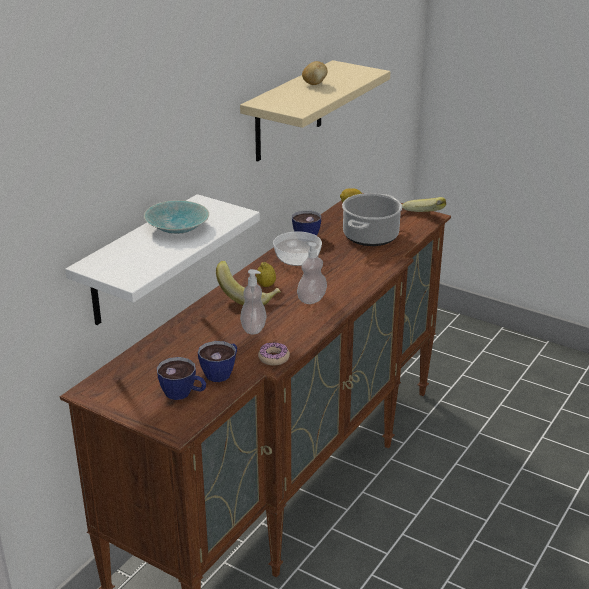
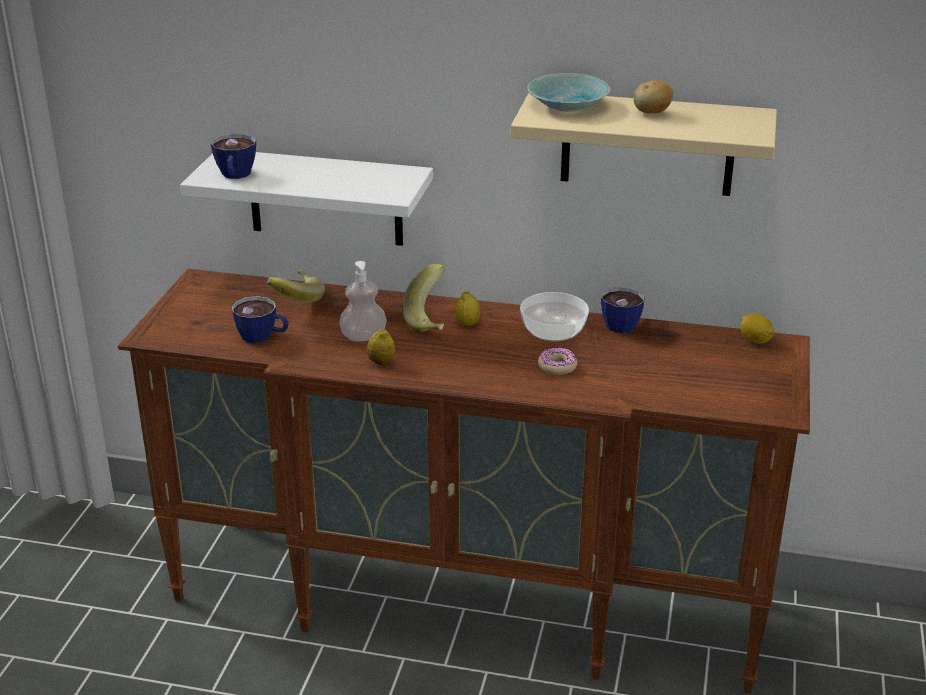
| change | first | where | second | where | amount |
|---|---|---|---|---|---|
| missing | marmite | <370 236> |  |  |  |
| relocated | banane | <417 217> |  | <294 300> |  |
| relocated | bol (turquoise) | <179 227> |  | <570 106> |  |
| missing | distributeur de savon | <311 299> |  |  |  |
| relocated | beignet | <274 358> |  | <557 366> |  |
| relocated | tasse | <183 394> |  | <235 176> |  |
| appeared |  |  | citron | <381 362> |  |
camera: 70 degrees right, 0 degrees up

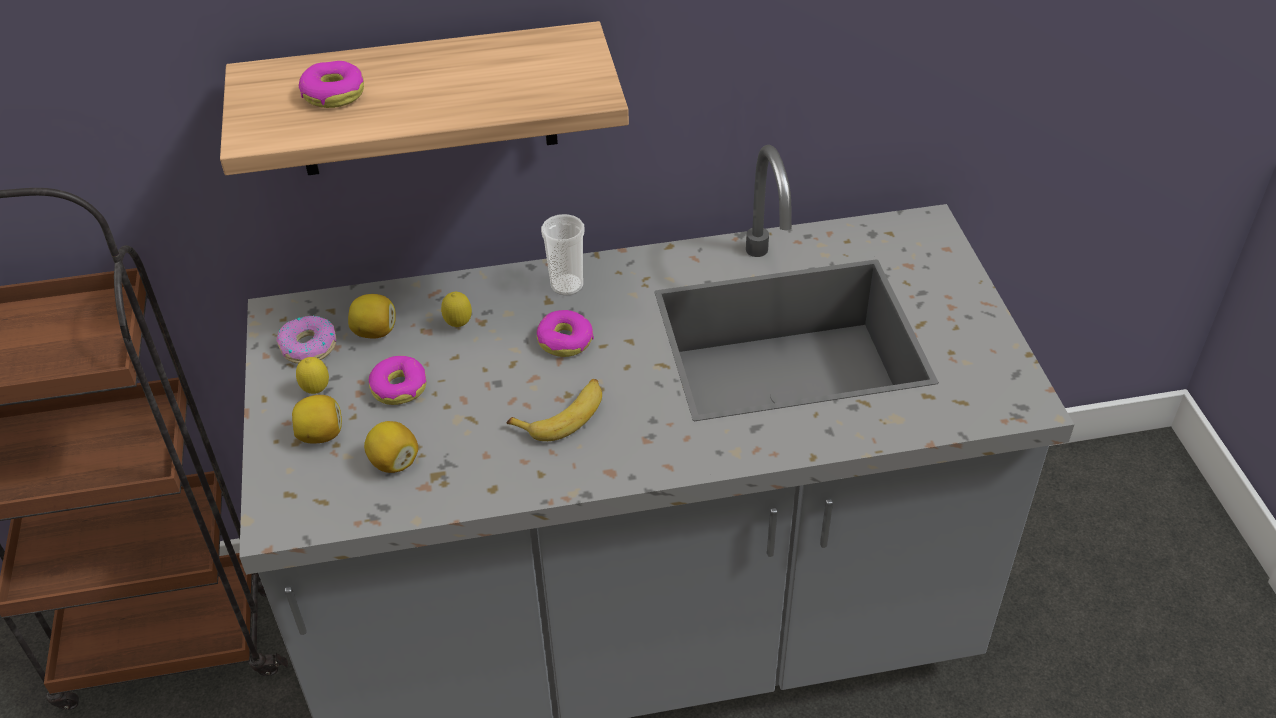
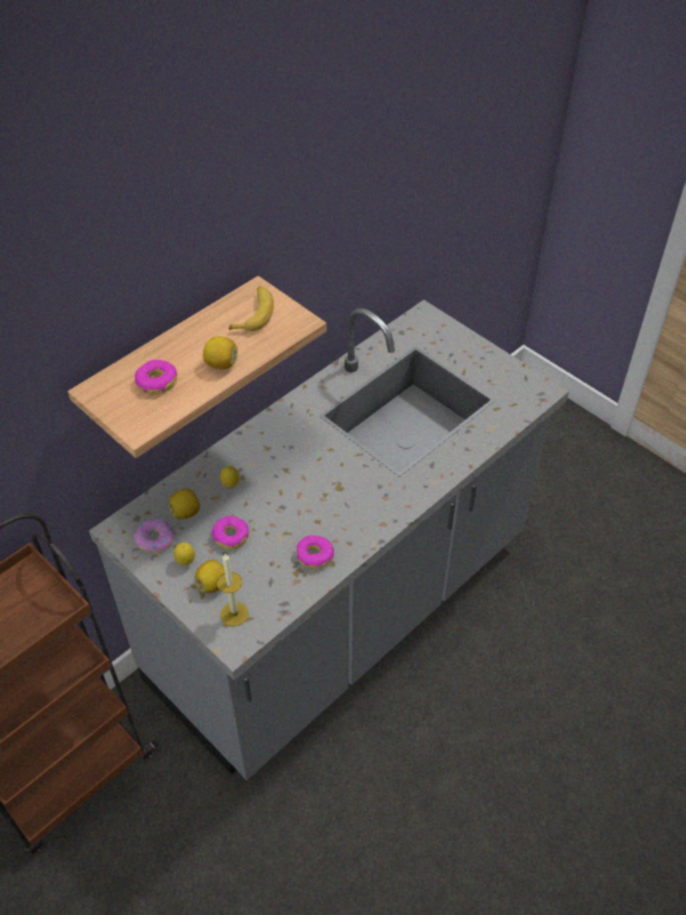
| change | first | where | second | where | amount |
|---|---|---|---|---|---|
| missing | tasse | <567 285> |  |  |  |
| relocated | beignet | <565 341> |  | <315 556> |  |
| relocated | banane | <563 415> |  | <254 314> |  |
| relocated | citron | <394 462> |  | <221 364> |  |
| appeared |  |  | bougie | <234 614> |  |
camera: 35 degrees left, 5 degrees up

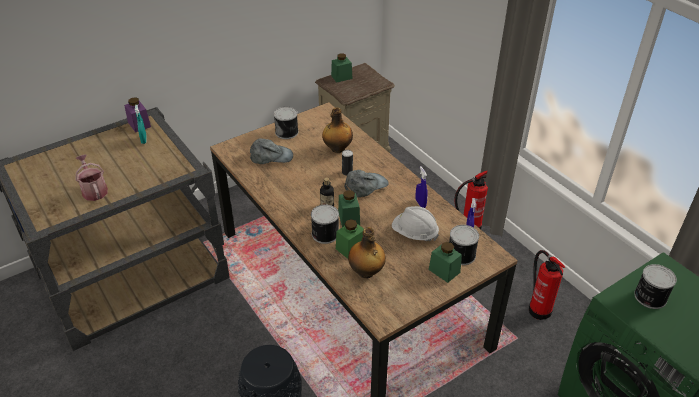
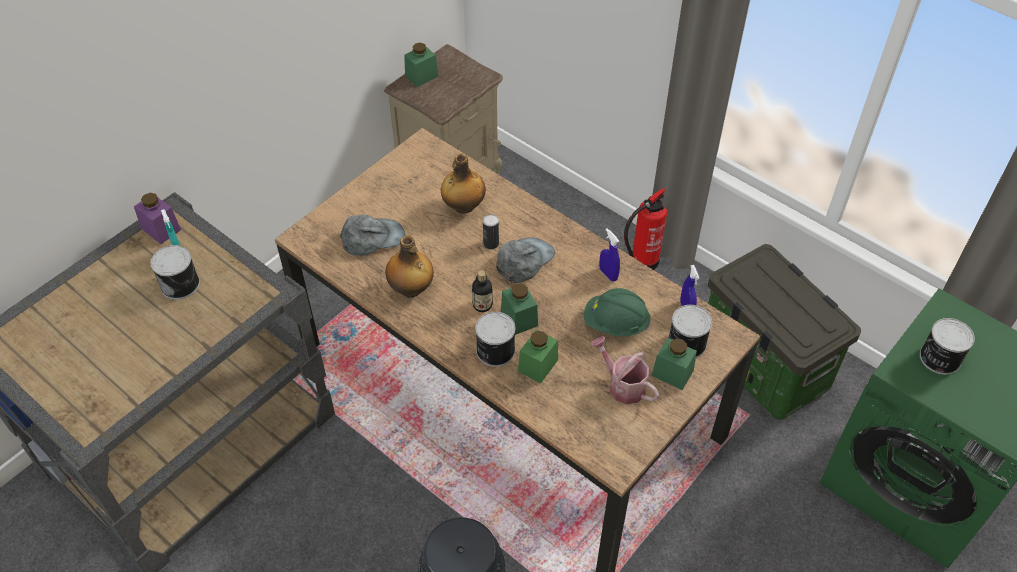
| change | first | where | second | where | amount |
|---|---|---|---|---|---|
| relocated | boîte métallique | <287 132> |  | <181 284> |  |
| relocated | arrosoir | <94 190> |  | <623 385> |  |
| colour | casque de chantier (blanc) | <414 233> | casque de chantier (vert) | <615 324> |  |
| relocated | bouteille | <366 272> |  | <411 289> |  |
| exchanged | extincteur | <538 309> | boîte de rangement | <765 366> |  |
camera: 15 degrees left, 10 degrees up

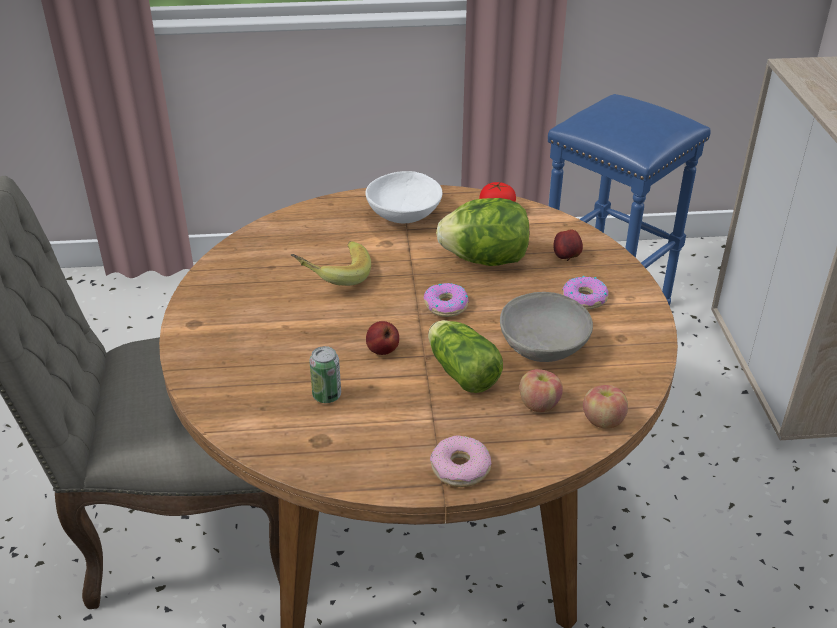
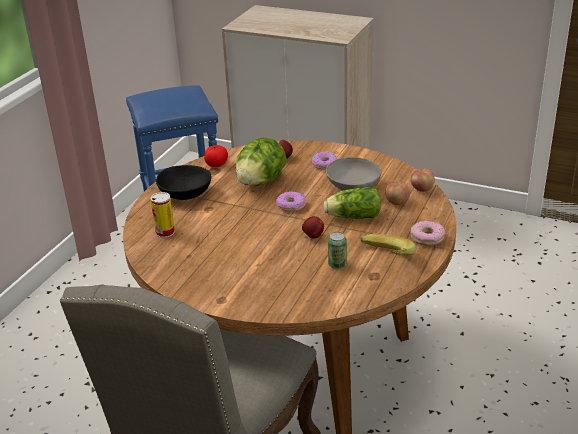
| change | first | where | second | where | amount |
|---|---|---|---|---|---|
| colour | bol (blanc) | <403 215> | bol (noir) | <185 195> |  |
| relocated | banane | <332 276> |  | <385 260> |  |
| appeared |  |  | boîte métallique | <165 232> |  |
camera: 60 degrees left, 5 degrees down

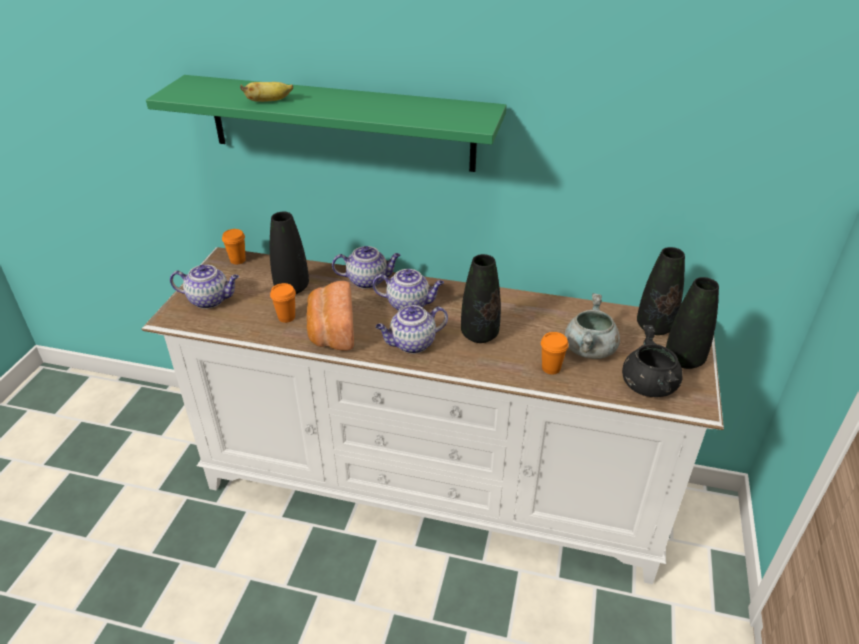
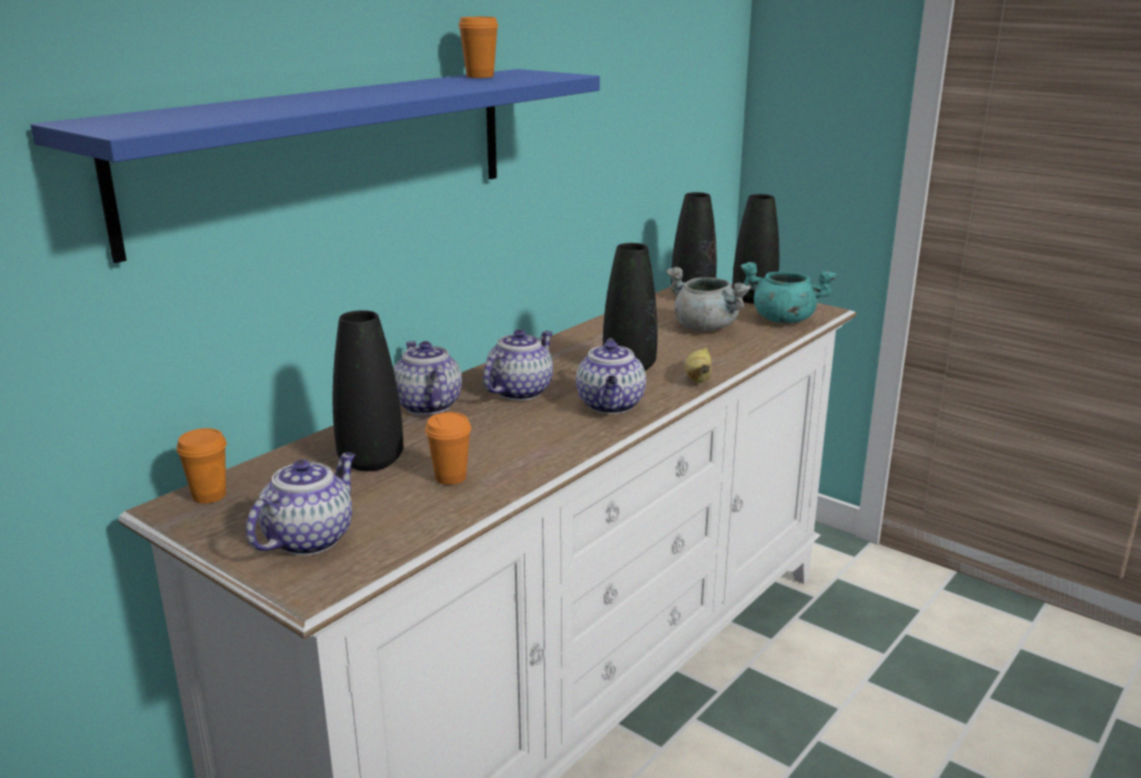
| change | first | where | second | where | amount |
|---|---|---|---|---|---|
| colour | étagère (vert) | <340 123> | étagère (bleu) | <329 153> |  |
| relocated | banane | <269 101> |  | <698 378> |  |
| spun | théière | <368 280> |  | <426 405> | 45 degrees counterclockwise |
| missing | pain | <331 331> |  |  |  |
| colour | marmite (noir) | <648 385> | marmite (turquoise) | <782 320> |  |
| relocated | tasse (orange) | <551 368> |  | <480 76> |  |
camera: 65 degrees left, 15 degrees down

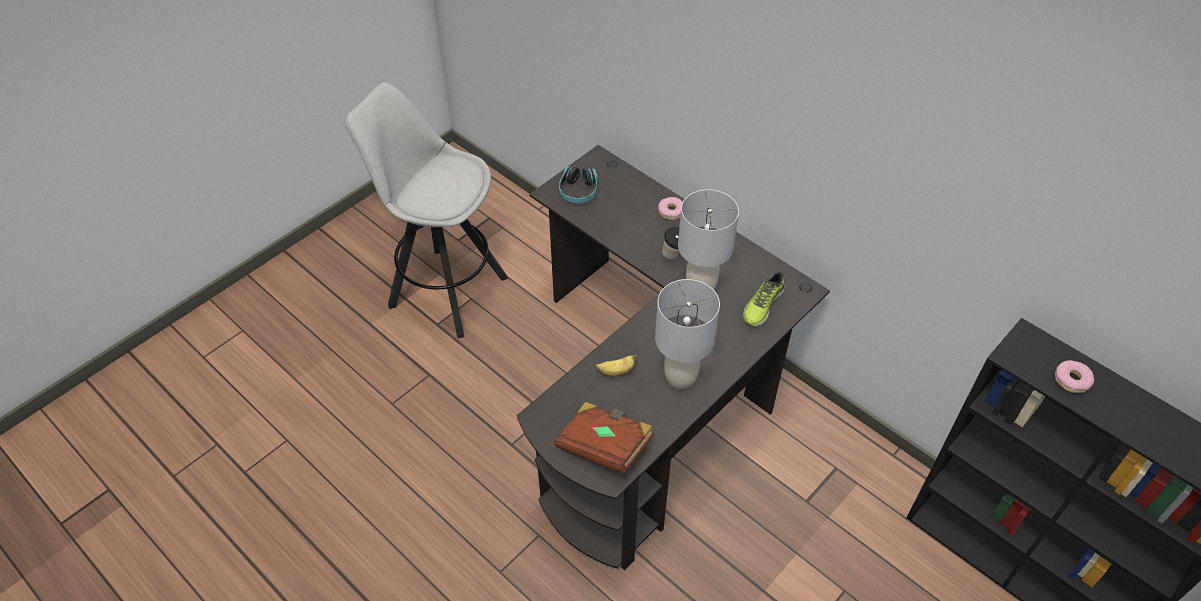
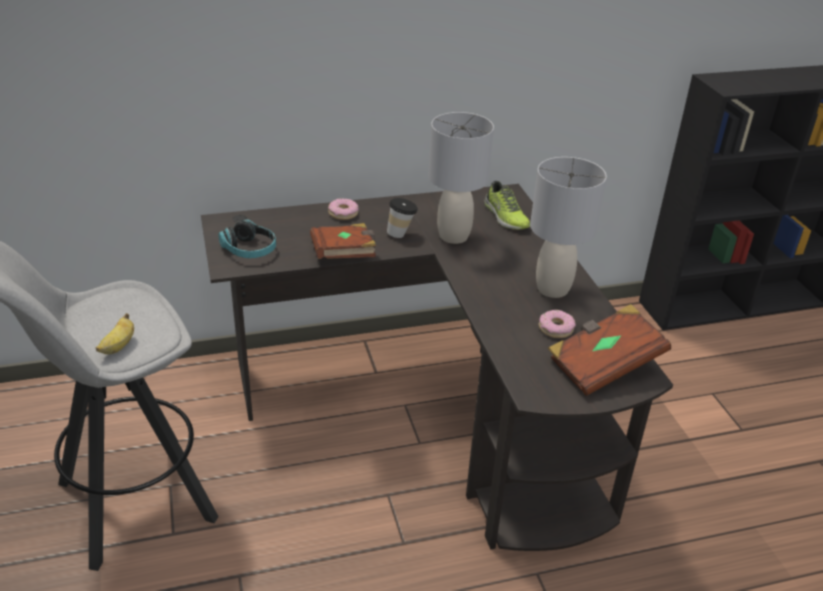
| change | first | where | second | where | amount |
|---|---|---|---|---|---|
| relocated | banane | <616 371> |  | <118 346> |  |
| relocated | beignet | <1071 380> |  | <555 329> |  |
| appeared |  |  | livre (marron) | <344 257> |  |
camera: 60 degrees left, 15 degrees down

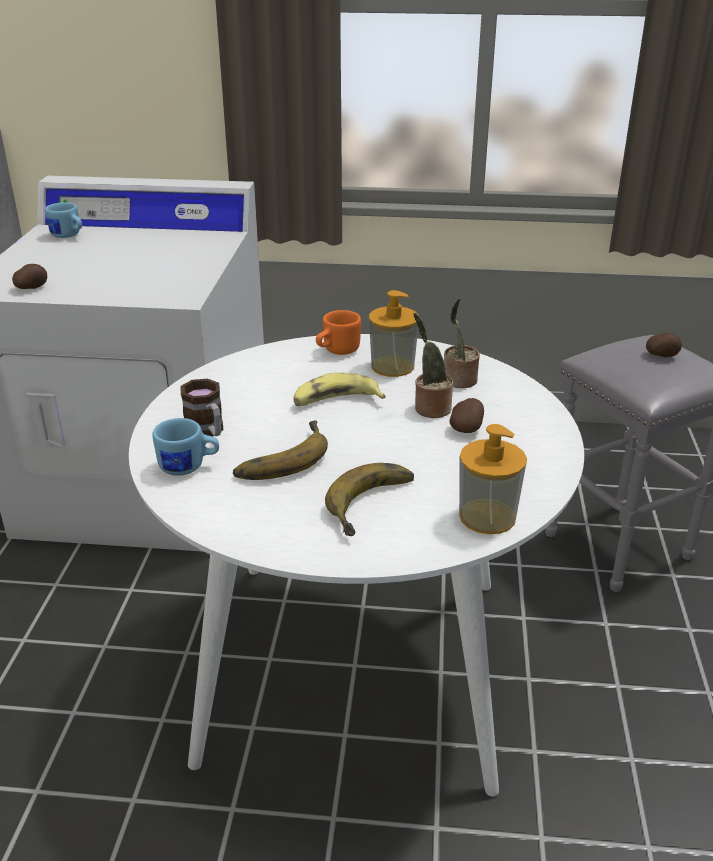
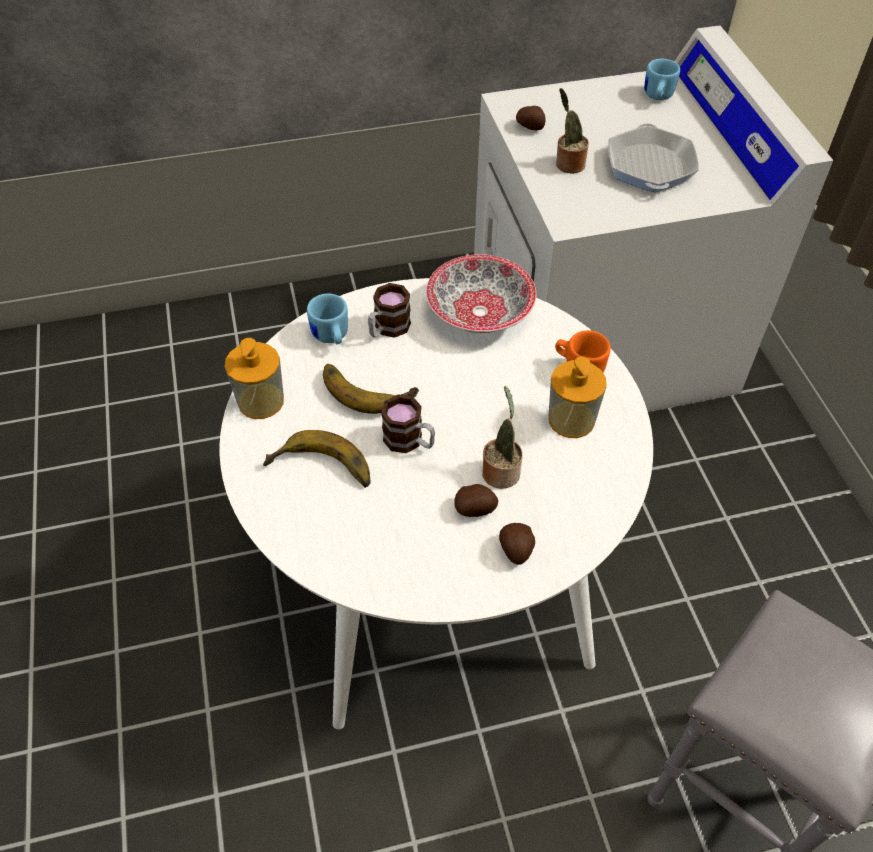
| change | first | where | second | where | amount |
|---|---|---|---|---|---|
| relocated | plante en pot | <458 381> |  | <568 164> |  |
| relocated | pomme de terre | <661 355> |  | <516 551> |  |
| missing | banane | <336 401> |  |  |  |
| relocated | distributeur de savon | <487 516> |  | <260 401> |  |
| appeared |  |  | poêle | <650 166> |  |
| appeared |  |  | bol | <480 312> |  |
| appeared |  |  | mug | <410 441> |  |
camera: 70 degrees right, 20 degrees up

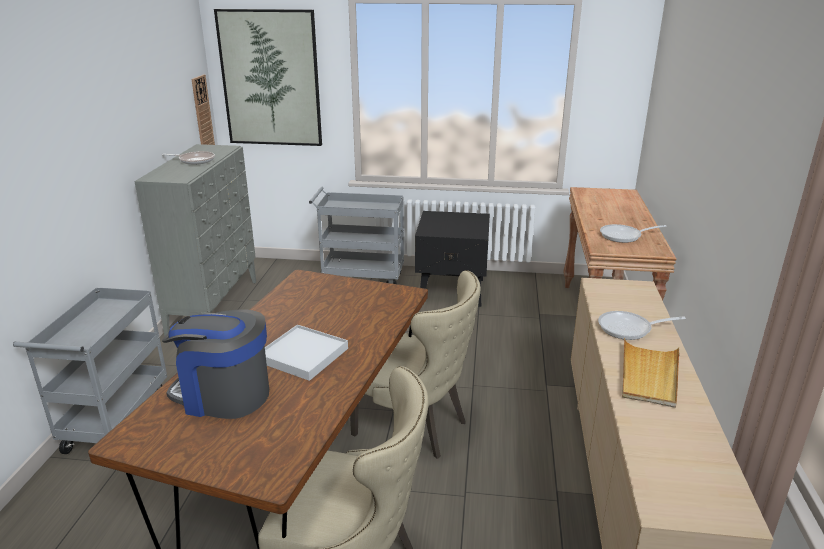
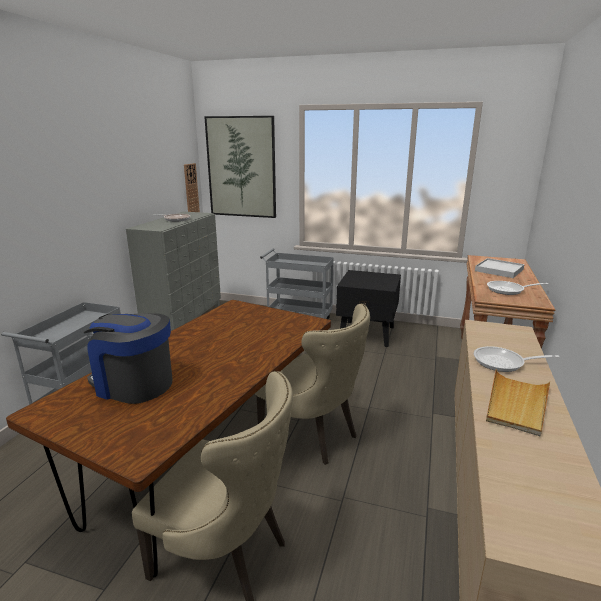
| change | first | where | second | where | amount |
|---|---|---|---|---|---|
| relocated | plateau (blanc) | <303 355> |  | <499 270> |  |
camera: 10 degrees right, 5 degrees down

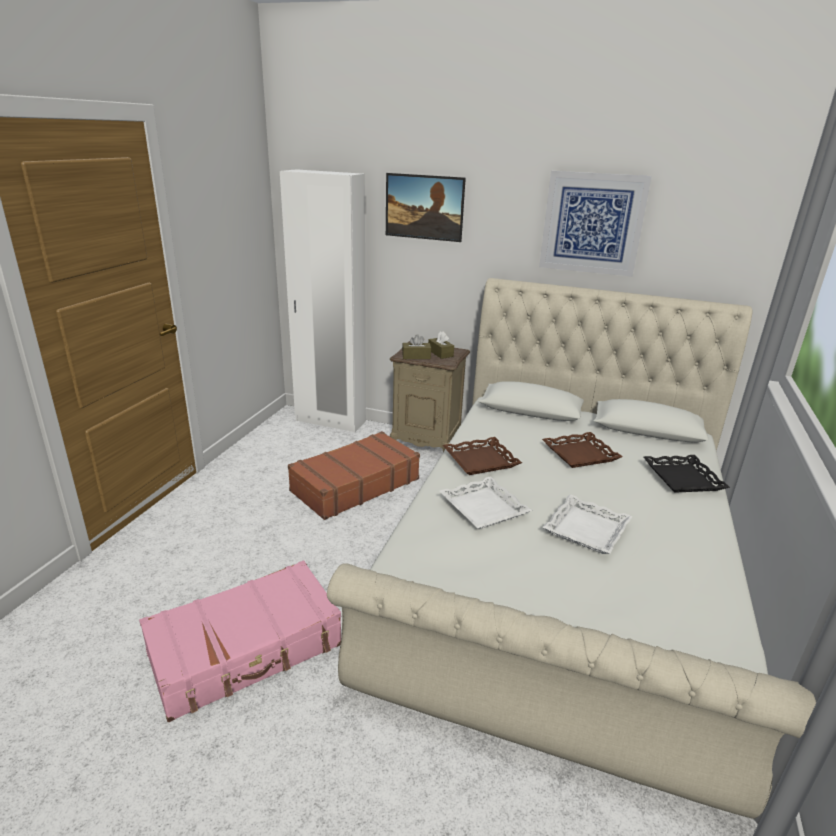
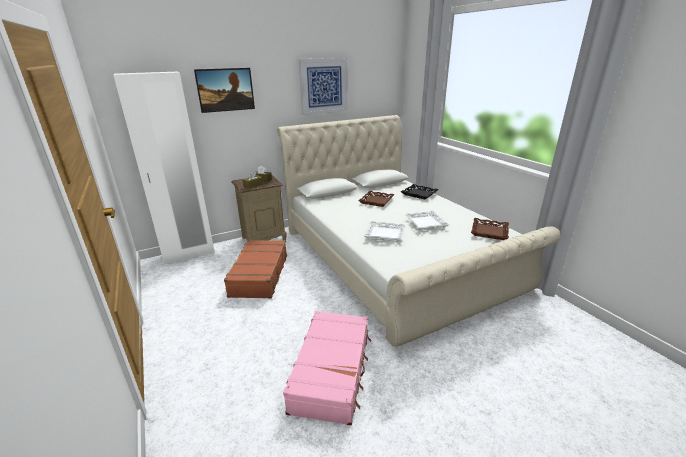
| change | first | where | second | where | amount |
|---|---|---|---|---|---|
| relocated | plateau (marron) | <480 461> |  | <489 232> |  |
camera: 45 degrees left, 0 degrees up

